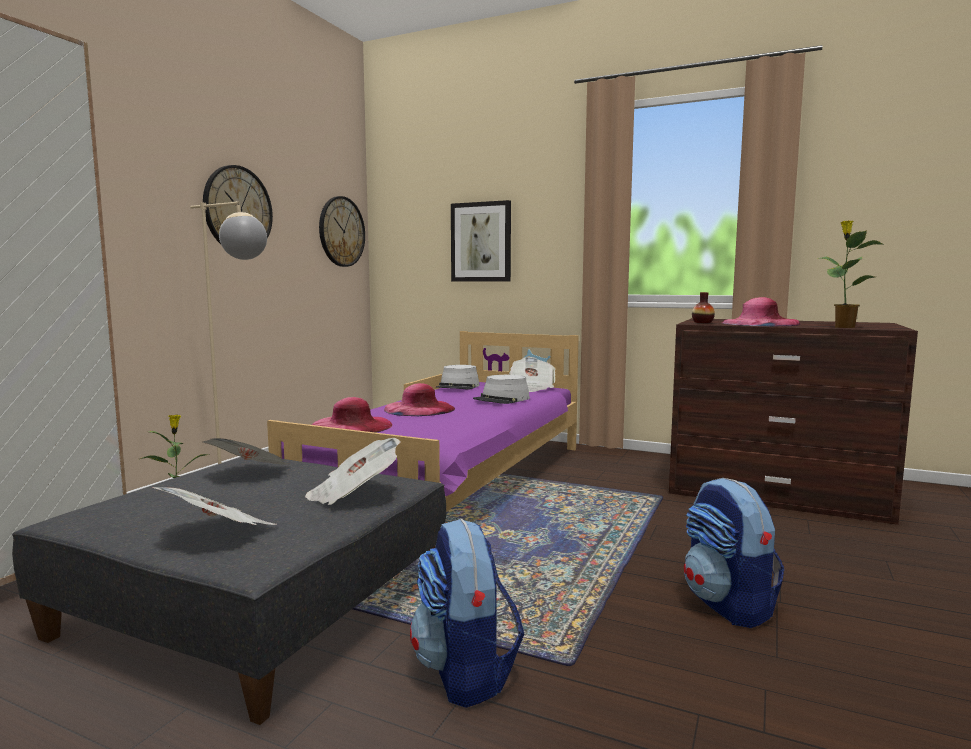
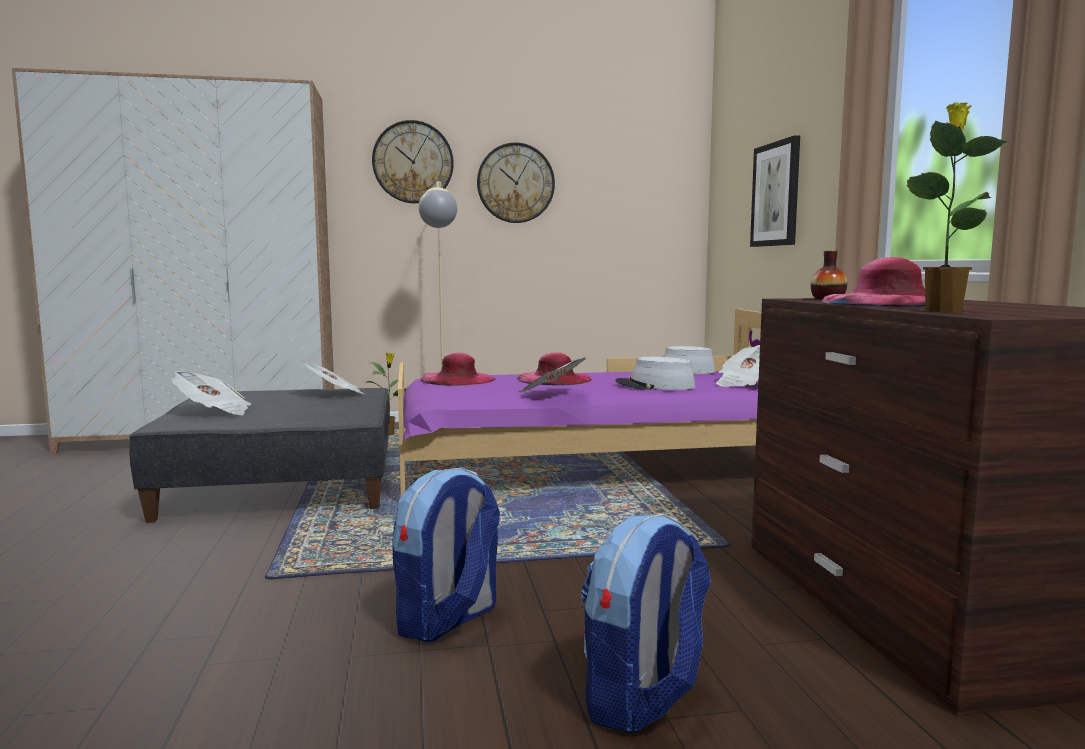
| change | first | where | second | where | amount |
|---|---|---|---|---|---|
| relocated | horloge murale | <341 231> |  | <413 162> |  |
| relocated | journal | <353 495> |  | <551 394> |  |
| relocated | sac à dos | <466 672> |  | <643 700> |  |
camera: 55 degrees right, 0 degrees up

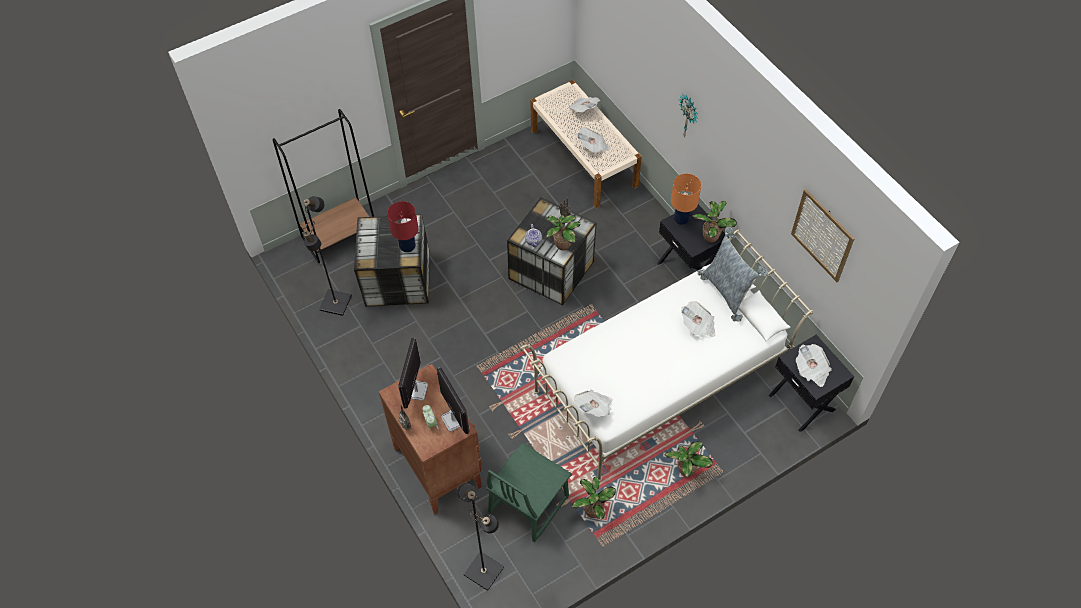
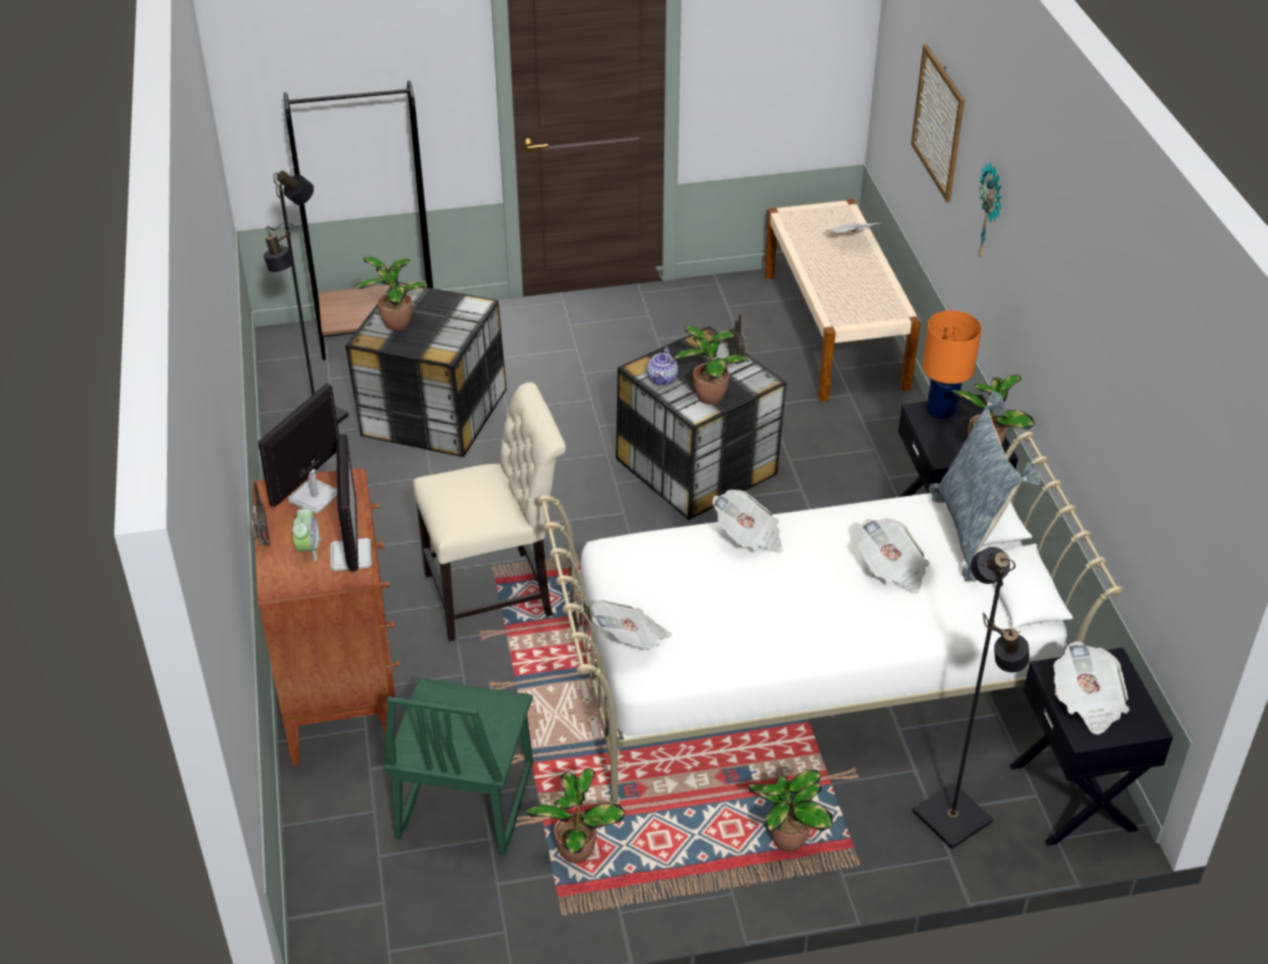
| change | first | where | second | where | amount |
|---|---|---|---|---|---|
| relocated | journal | <593 147> |  | <748 537> |  |
| relocated | tableau | <822 234> |  | <939 120> |  |
| missing | lampe de table (rouge) | <407 247> |  |  |  |
| spun | chaise (vert) | <528 503> |  | <463 801> | 45 degrees counterclockwise |
| relocated | lampadaire (noir) | <484 571> |  | <952 817> |  |
| appeared |  |  | plante en pot | <395 323> |  |
| appeared |  |  | chaise (beige) | <497 594> |  |
camera: 20 degrees right, 15 degrees down

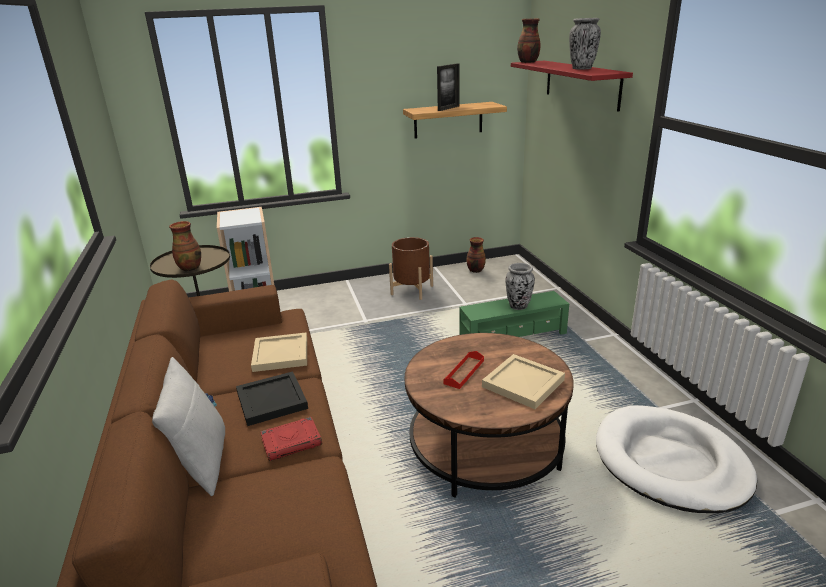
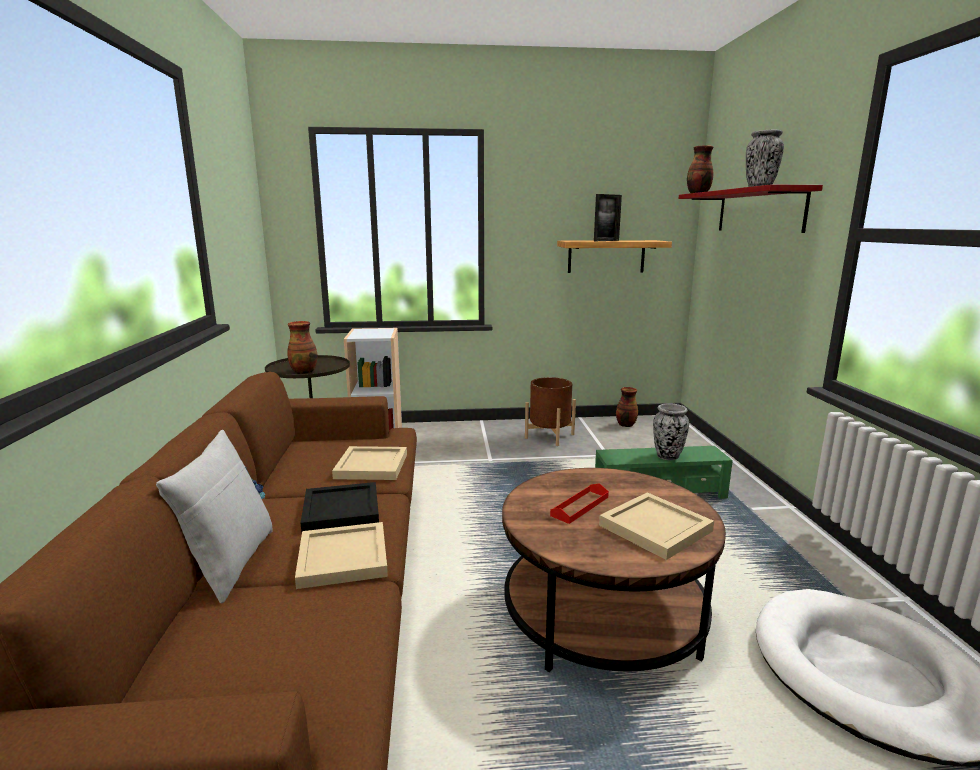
| change | first | where | second | where | amount |
|---|---|---|---|---|---|
| exchanged | livre (rouge) | <292 442> | plateau (beige) | <344 557> |  |
camera: 10 degrees right, 10 degrees down

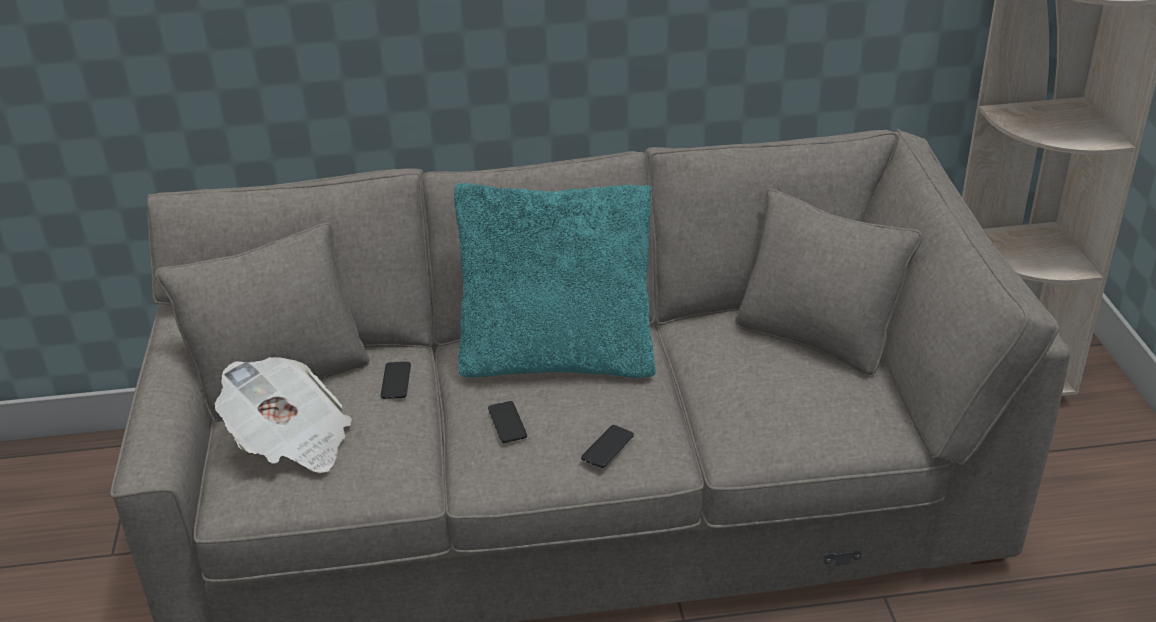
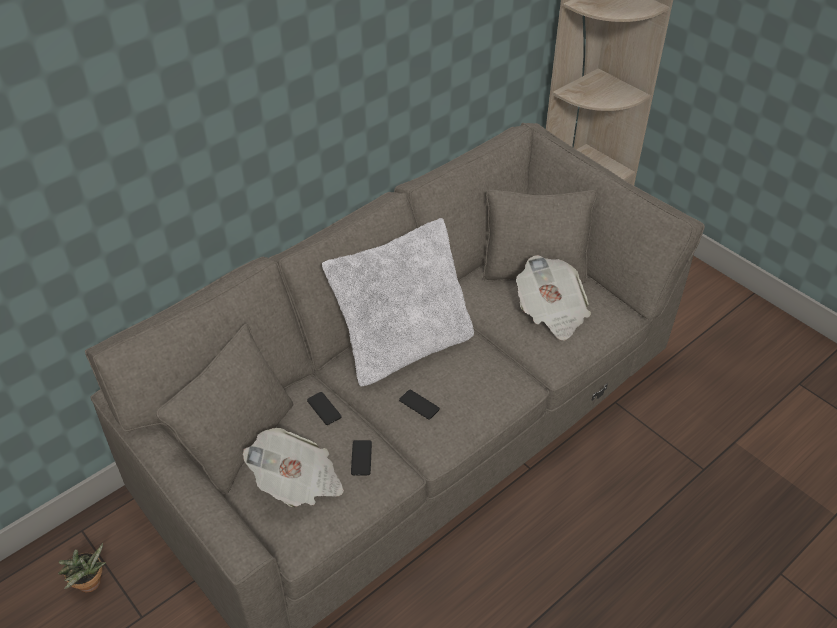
| change | first | where | second | where | amount |
|---|---|---|---|---|---|
| colour | coussin (turquoise) | <558 353> | coussin (blanc) | <404 343> |  |
| relocated | téléphone | <607 447> |  | <361 458> |  |
| appeared |  |  | journal | <551 312> |  |
| appeared |  |  | plante en pot | <91 585> |  |
camera: 35 degrees left, 10 degrees up

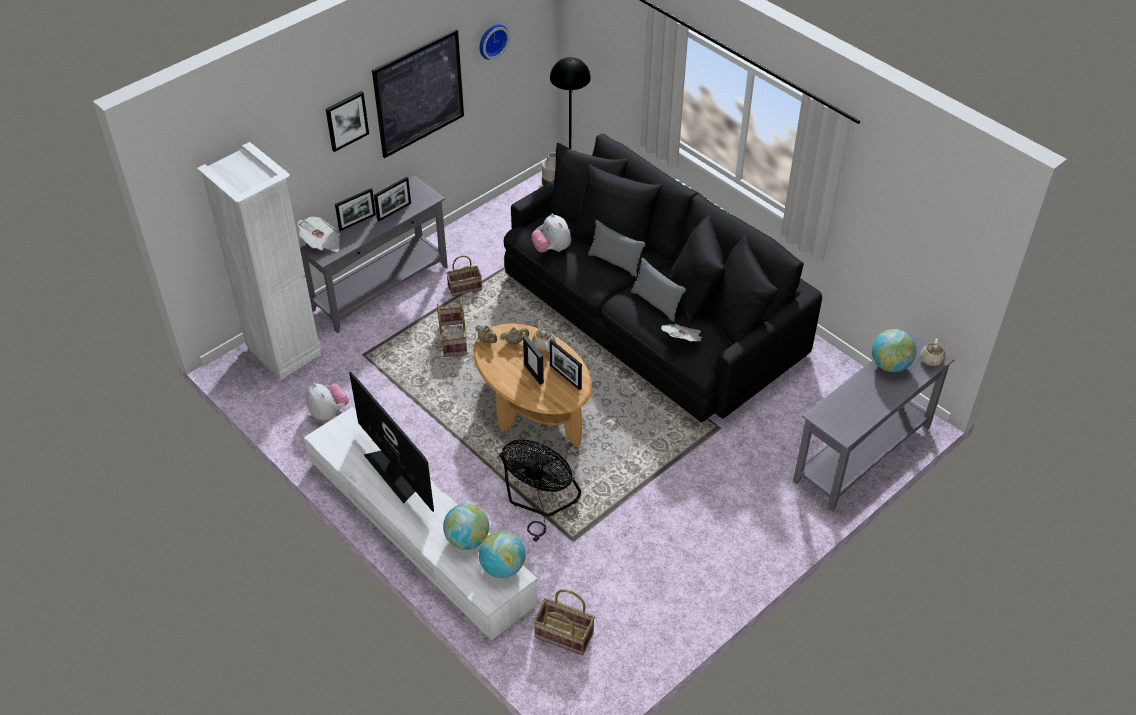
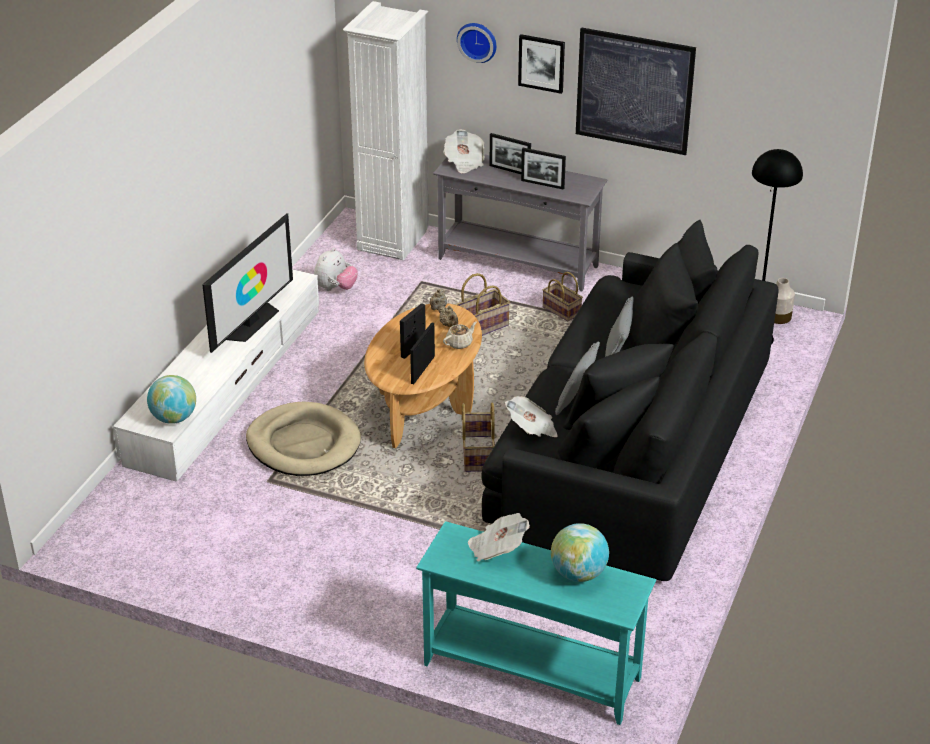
| change | first | where | second | where | amount |
|---|---|---|---|---|---|
| relocated | horloge murale | <491 40> |  | <478 41> |  |
| missing | peluche | <552 249> |  |  |  |
| colour | table console (gris) | <862 455> | table console (turquoise) | <531 671> |  |
| missing | théière (beige) | <931 360> |  |  |  |
| exchanged | ventilateur (noir) | <537 502> | panier pour chien (beige) | <303 444> |  |
| missing | globe | <467 540> |  |  |  |
| relocated | panier | <563 636> |  | <477 454> |  |
| appeared |  |  | journal | <497 549> |  |
camera: 65 degrees right, 10 degrees down

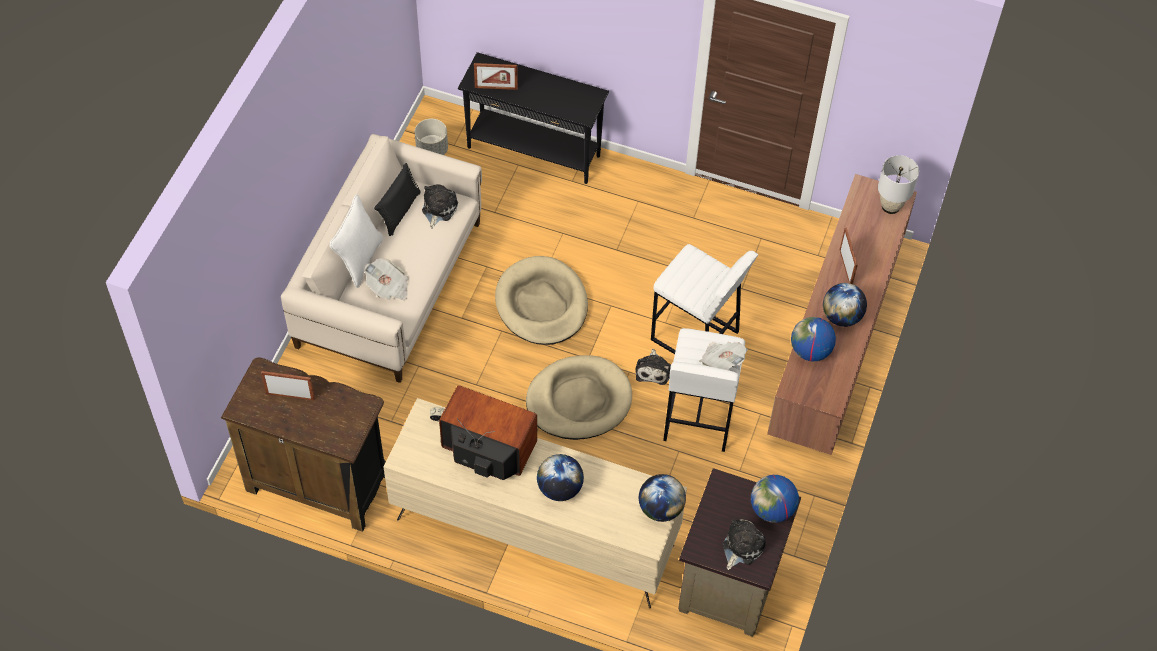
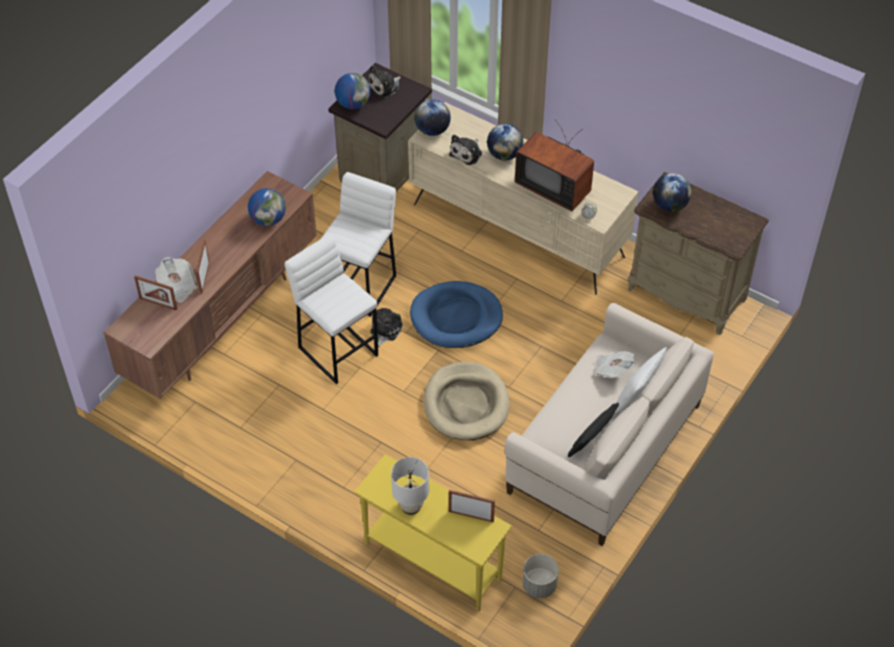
| change | first | where | second | where | amount |
|---|---|---|---|---|---|
| colour | table console (noir) | <534 151> | table console (jaune) | <431 562> |  |
| relocated | lampe de table (blanc) | <891 206> |  | <411 506> |  |
| relocated | peluche | <438 209> |  | <467 153> |  |
| relocated | globe | <841 316> |  | <669 205> |  |
| relocated | journal | <722 361> |  | <177 287> |  |
| colour | panier pour chien (beige) | <579 400> | panier pour chien (bleu) | <456 318> |  |
| colour | commode (noir) | <319 481> | commode (beige) | <685 296> |  |
| relocated | cadre photo | <290 396> |  | <158 303> |  |
camera: 165 degrees left, 5 degrees down

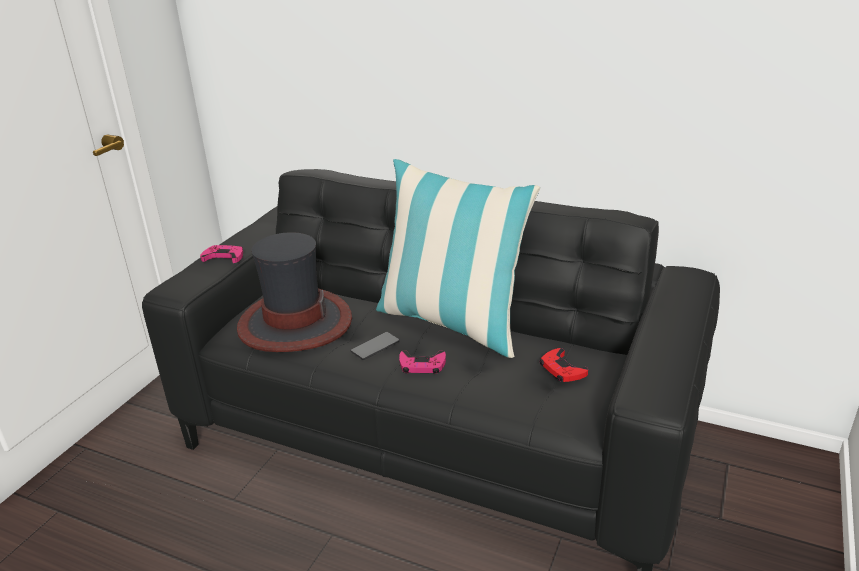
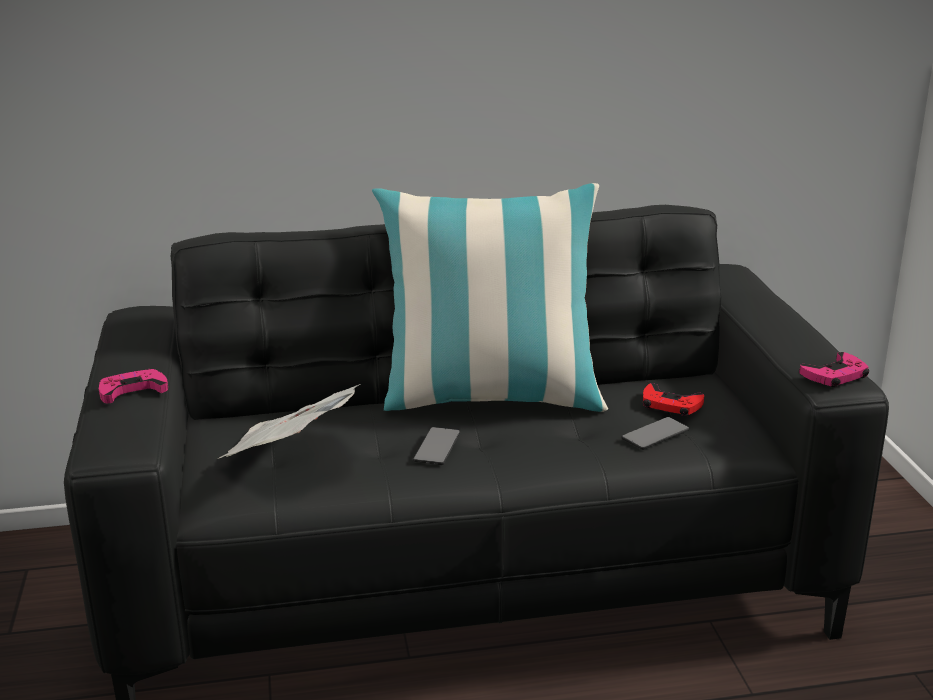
| change | first | where | second | where | amount |
|---|---|---|---|---|---|
| exchanged | chapeau | <294 323> | journal | <291 456> |  |
| relocated | manette (rose) | <422 365> |  | <835 375> |  |
| appeared |  |  | téléphone | <655 435> |  |
camera: 35 degrees left, 5 degrees down

